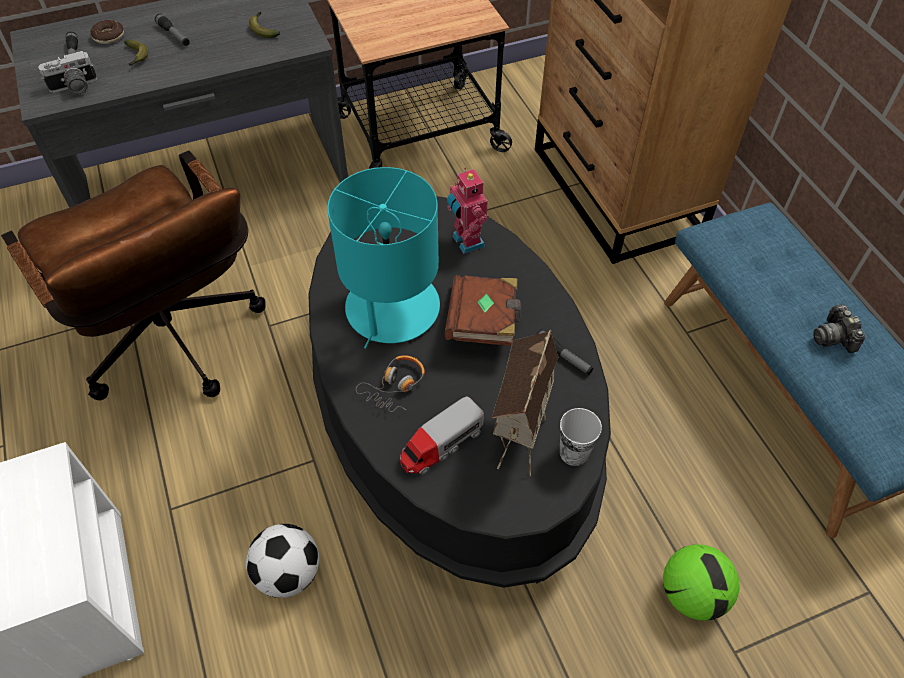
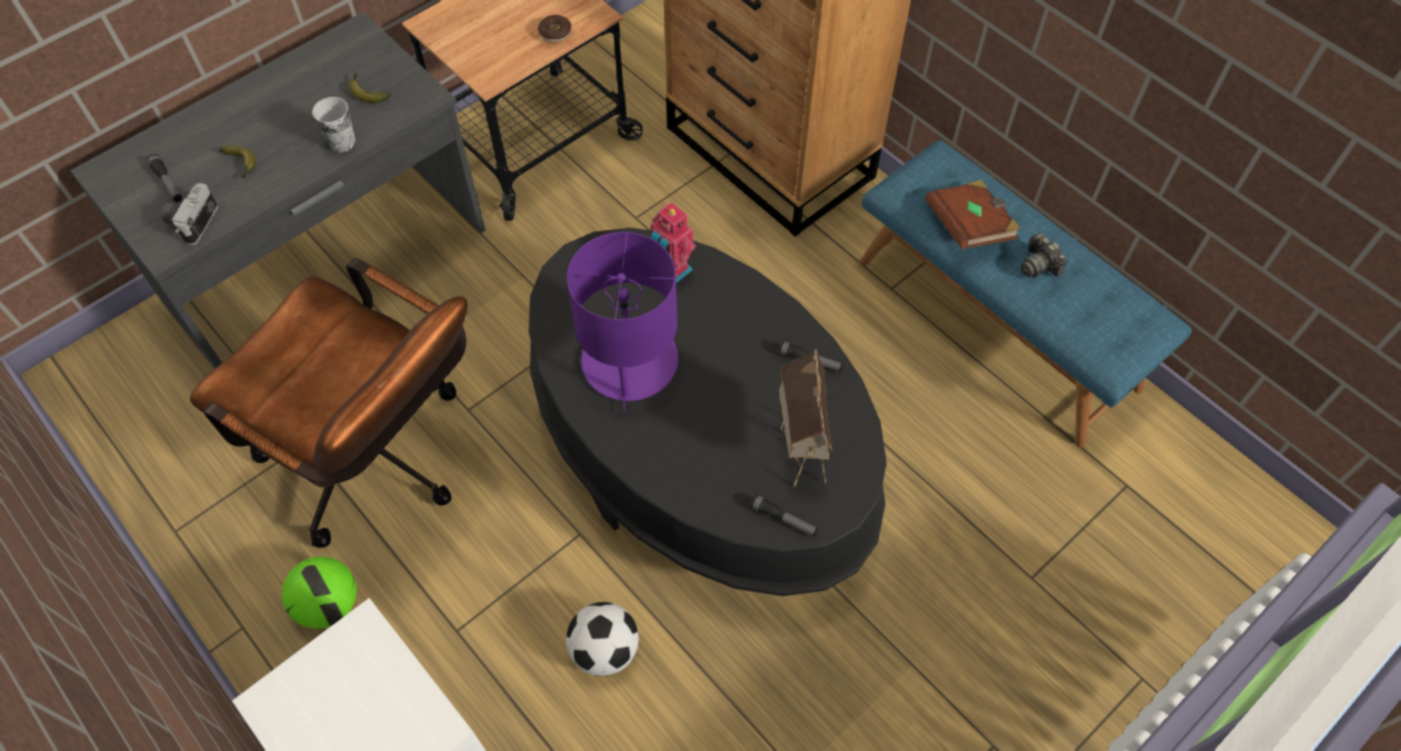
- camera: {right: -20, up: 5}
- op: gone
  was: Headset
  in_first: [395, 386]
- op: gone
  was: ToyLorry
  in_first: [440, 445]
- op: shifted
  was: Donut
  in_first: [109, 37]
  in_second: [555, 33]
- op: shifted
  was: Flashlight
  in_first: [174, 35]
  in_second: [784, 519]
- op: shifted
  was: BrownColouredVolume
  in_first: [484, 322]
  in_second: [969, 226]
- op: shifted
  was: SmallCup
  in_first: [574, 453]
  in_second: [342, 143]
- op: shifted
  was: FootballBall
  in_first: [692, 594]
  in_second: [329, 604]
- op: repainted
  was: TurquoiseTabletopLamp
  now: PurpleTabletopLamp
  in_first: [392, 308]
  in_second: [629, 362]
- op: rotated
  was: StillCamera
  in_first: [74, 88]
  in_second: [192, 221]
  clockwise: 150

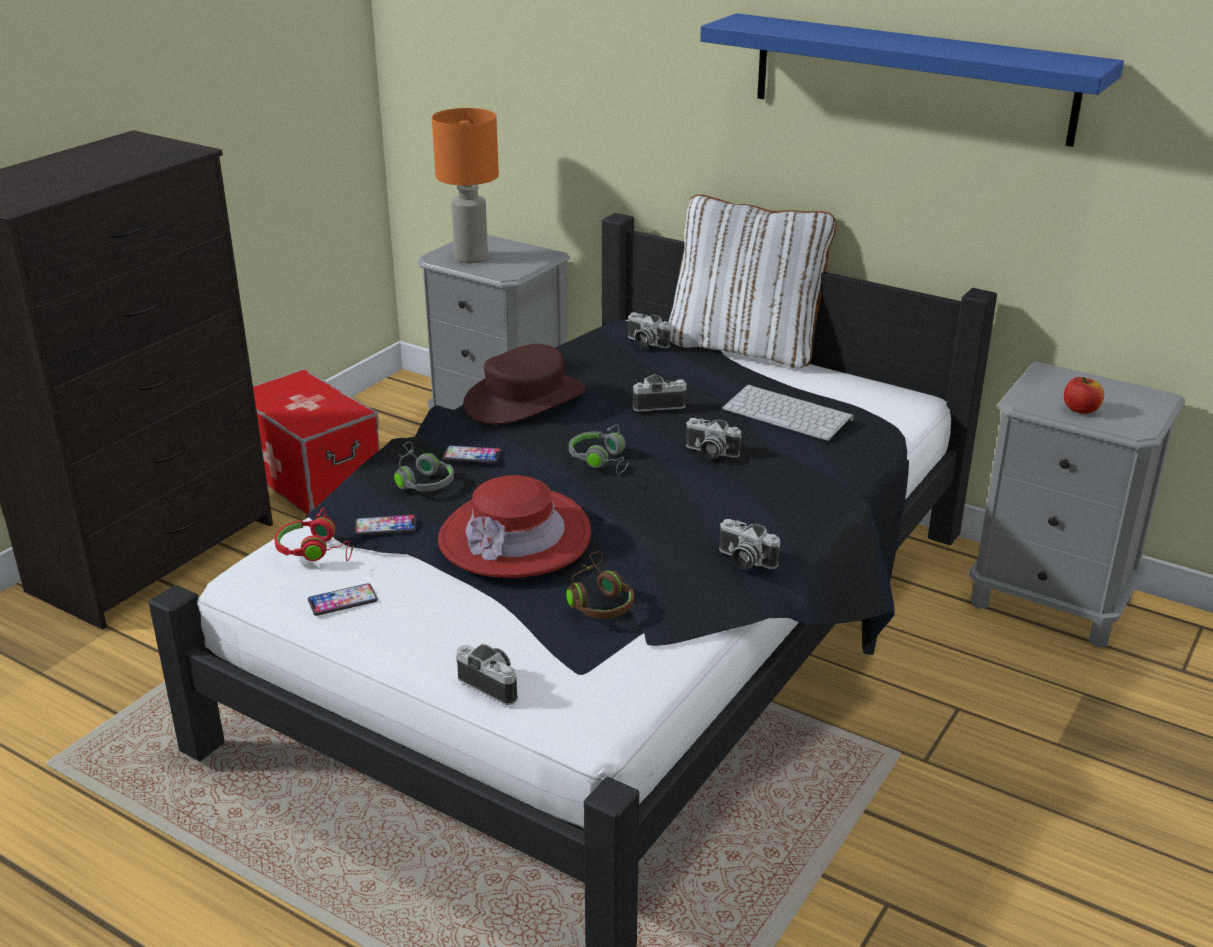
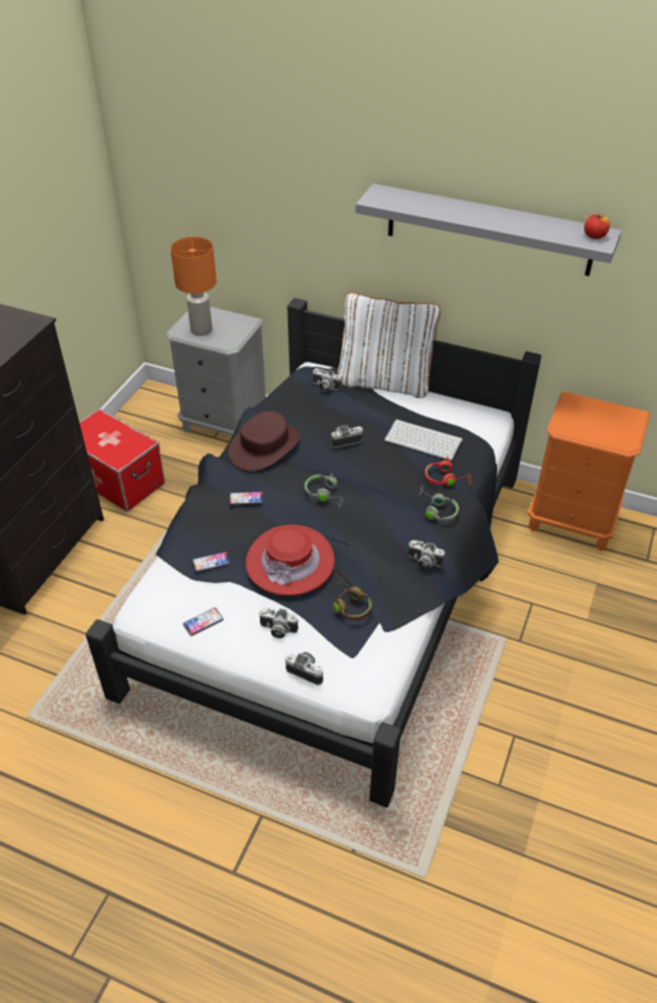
- camera: {right: -10, up: 15}
- op: shifted
  was: RedColouredHeadset
  in_first: [316, 551]
  in_second: [446, 479]
- op: shifted
  was: GreyishHeadset
  in_first: [421, 480]
  in_second: [436, 510]
- op: shifted
  was: StillCamera
  in_first: [710, 452]
  in_second: [277, 630]
- op: shifted
  was: AppleFruit
  in_first: [1080, 409]
  in_second: [594, 236]
- op: repainted
  was: BluishWallShelf
  now: GreyishWallShelf
  in_first: [911, 78]
  in_second: [489, 230]
- op: repainted
  was: GreyishNightTable
  now: OrangeNightTable
  in_first: [1051, 601]
  in_second: [572, 520]

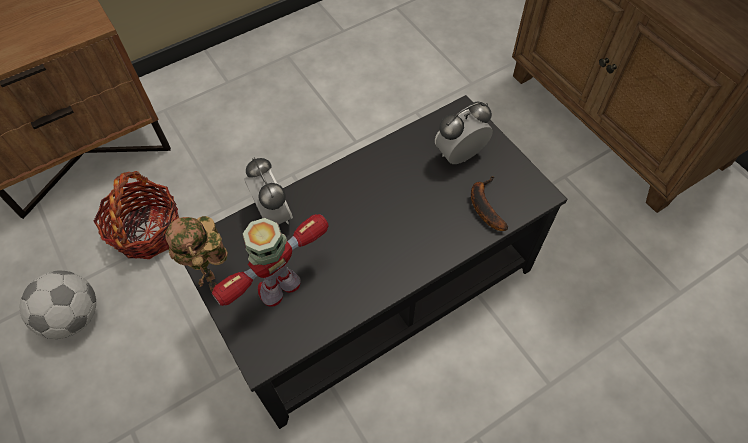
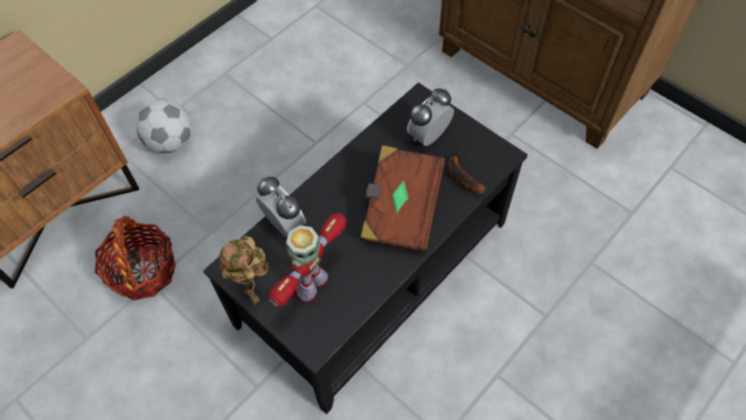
- camera: {right: -15, up: 0}
- op: new
  now: BrownColouredVolume
  in_second: [400, 209]
- op: shifted
  was: FootballBall
  in_first: [74, 317]
  in_second: [171, 142]

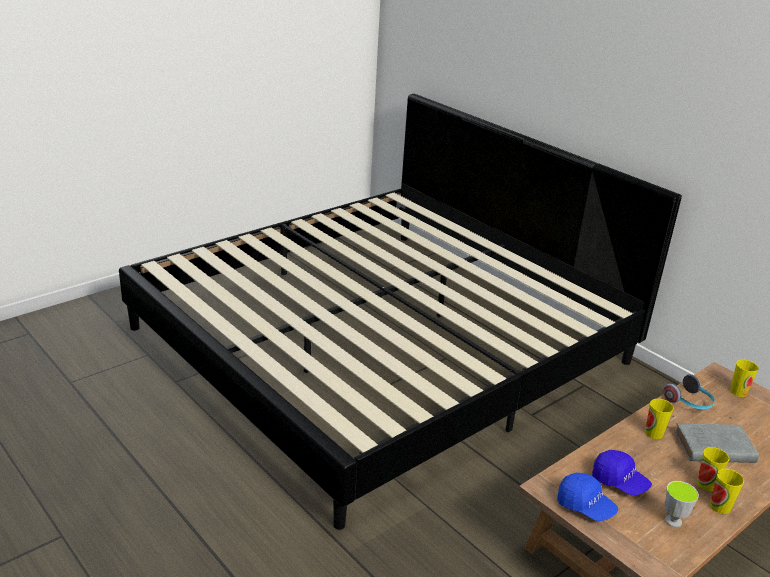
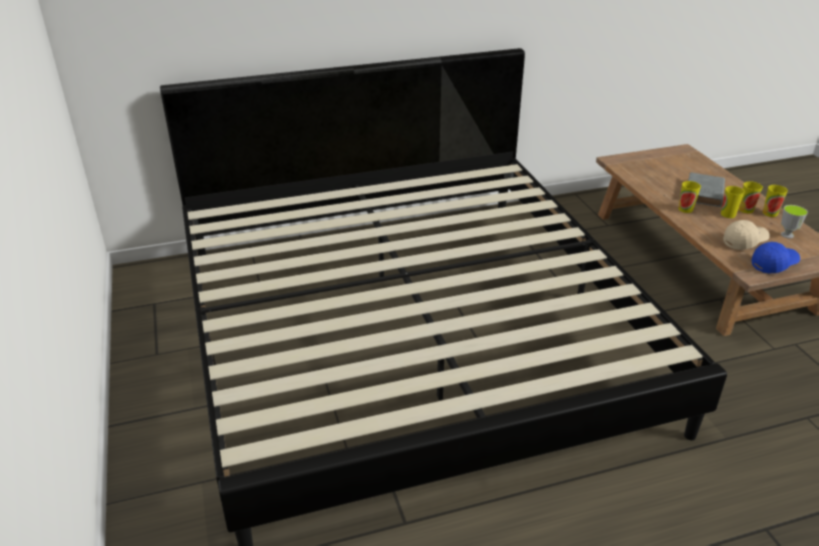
- camera: {right: -65, up: 5}
- op: gone
  was: Headset
  in_first: [689, 402]
- op: shifted
  was: SmallCup
  in_first: [738, 392]
  in_second: [728, 214]
- op: repainted
  was: BluishPeakedCap
  now: BeigePeakedCap
  in_first: [619, 482]
  in_second: [744, 241]

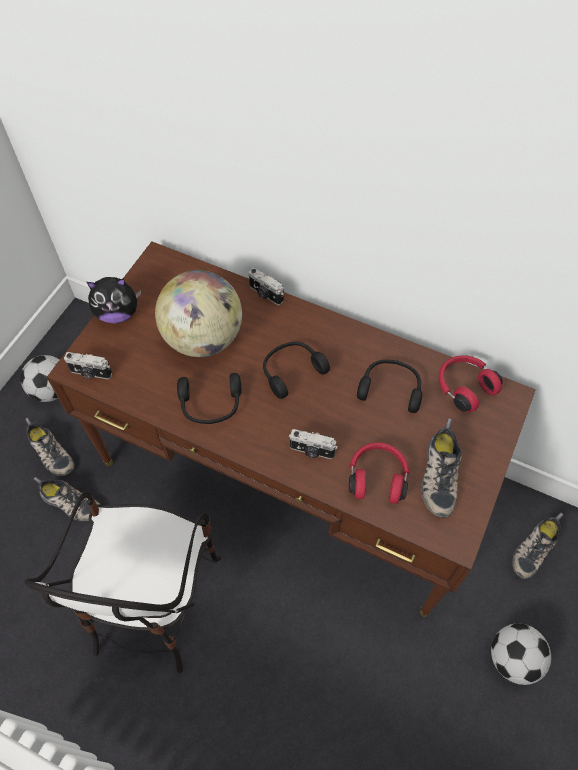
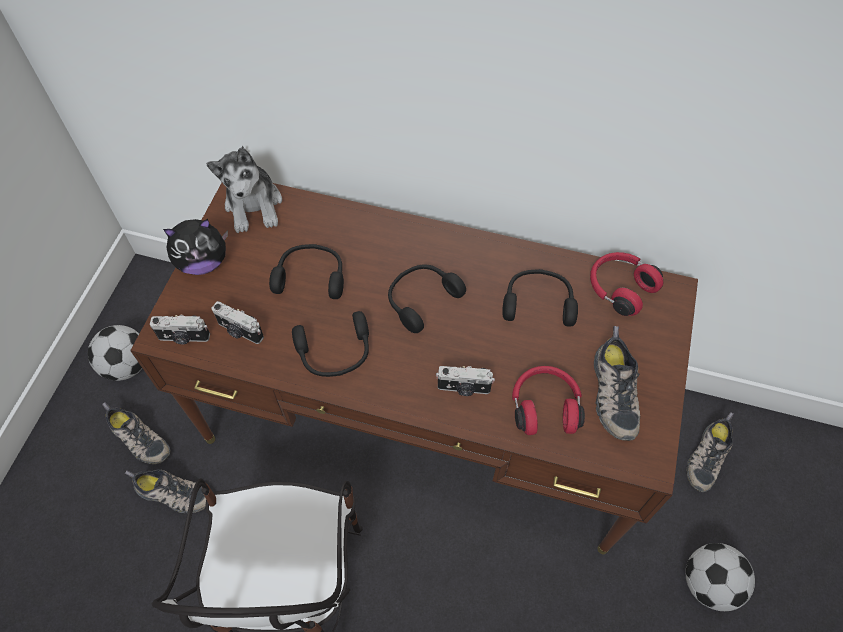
- camera: {right: -10, up: 0}
- op: new
  now: PlushToy
  in_second: [254, 205]
- op: shifted
  was: StillCamera
  in_first: [265, 294]
  in_second: [239, 331]
- op: swapped
  was: Globe
  now: BlackColouredHeadset
  in_first: [203, 338]
  in_second: [311, 276]

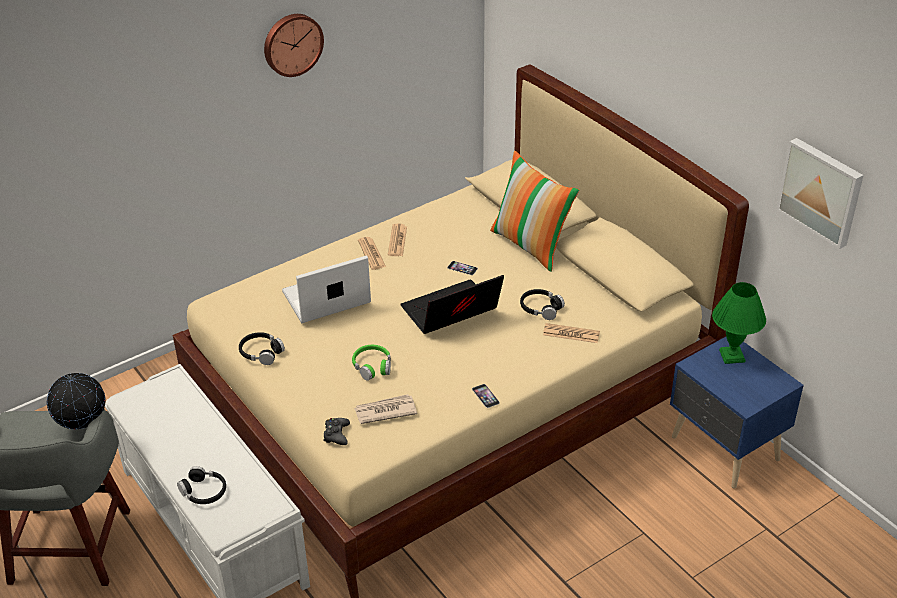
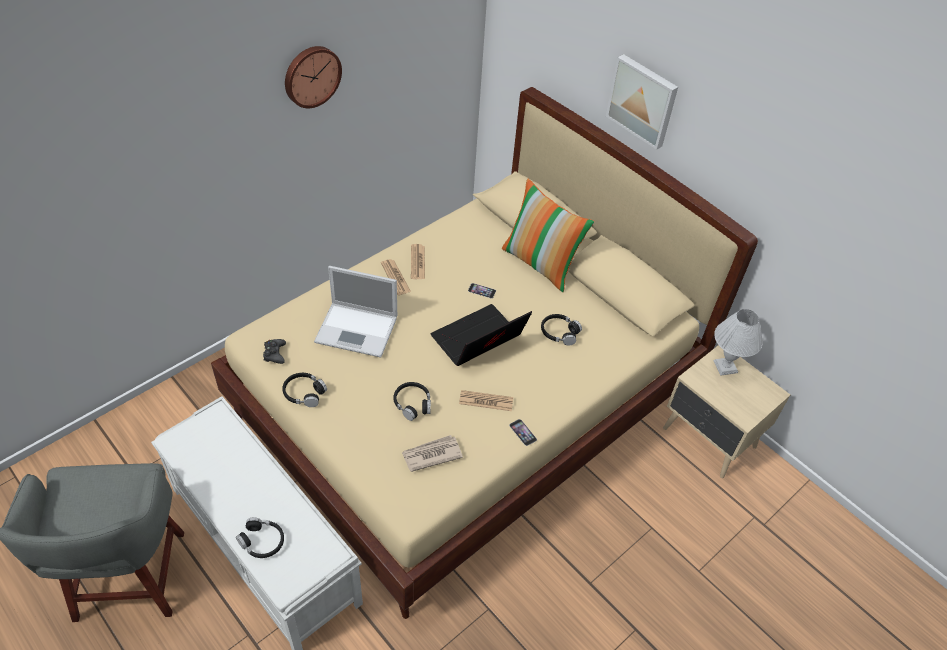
- camera: {right: -10, up: 10}
- op: gone
  was: Globe
  in_first: [83, 427]
- op: shifted
  was: BlackColouredGameController
  in_first: [336, 434]
  in_second: [274, 354]
- op: shifted
  was: Newspaper
  in_first: [571, 334]
  in_second: [486, 401]
- op: shifted
  was: Picture
  in_first: [821, 191]
  in_second: [643, 100]
- op: repainted
  was: GreenColouredHeadset
  now: BlackColouredHeadset
  in_first: [372, 366]
  in_second: [413, 404]
- op: repainted
  was: BluishNightTable
  now: BeigeNightTable
  in_first: [724, 450]
  in_second: [709, 439]
- op: repainted
  was: GreenColouredTabletopLamp
  now: WhitishTabletopLamp
  in_first: [732, 355]
  in_second: [725, 366]
- op: rotated
  was: Laptop
  in_first: [325, 298]
  in_second: [358, 330]
  clockwise: -135

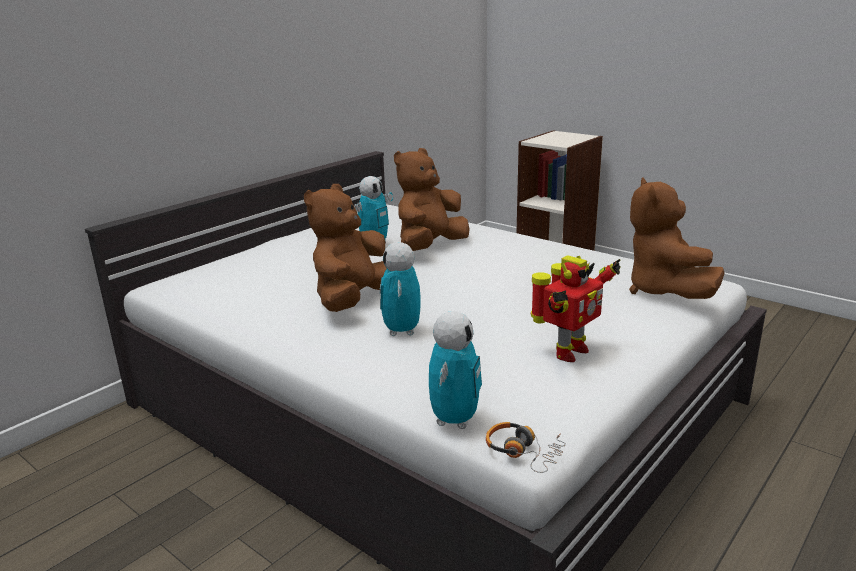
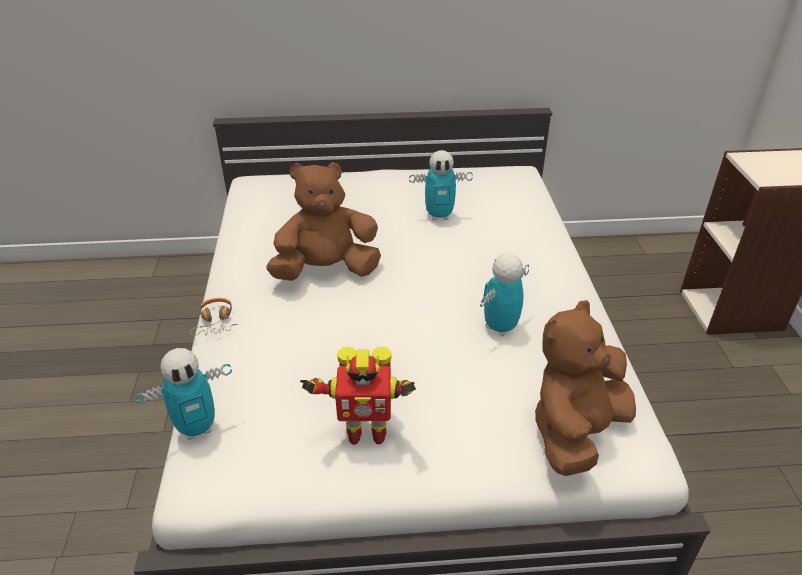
- camera: {right: 45, up: 15}
- op: gone
  was: BrownColouredPlushToy
  in_first: [430, 247]
- op: shifted
  was: ToyRobot
  in_first: [401, 331]
  in_second: [500, 327]
- op: shifted
  was: Headset
  in_first: [524, 452]
  in_second: [216, 321]

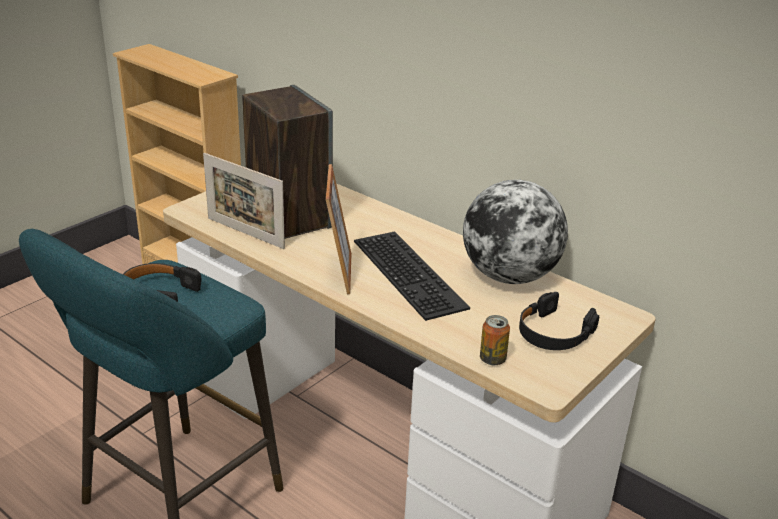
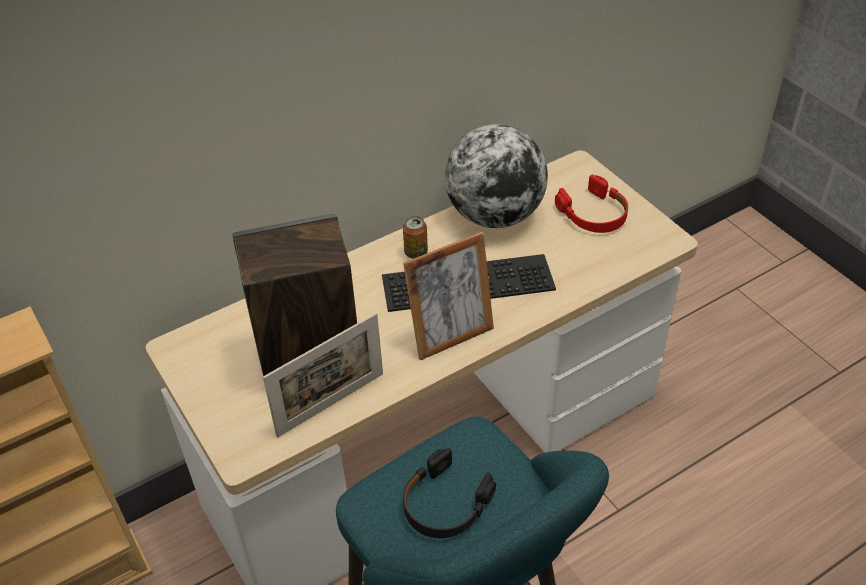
- camera: {right: -70, up: 15}
- op: shifted
  was: Can
  in_first: [492, 359]
  in_second: [416, 252]
- op: repainted
  was: BlackColouredHeadset
  now: RedColouredHeadset
  in_first: [553, 333]
  in_second: [594, 214]
- op: rotated
  was: StandingFrame
  in_first: [339, 273]
  in_second: [451, 336]
  clockwise: 135

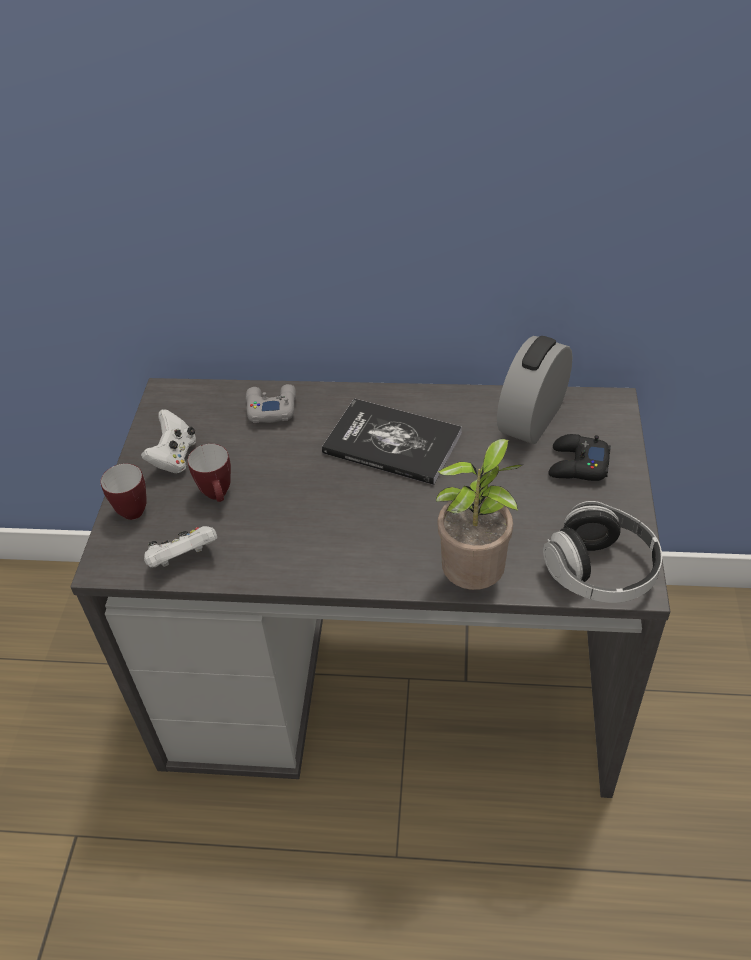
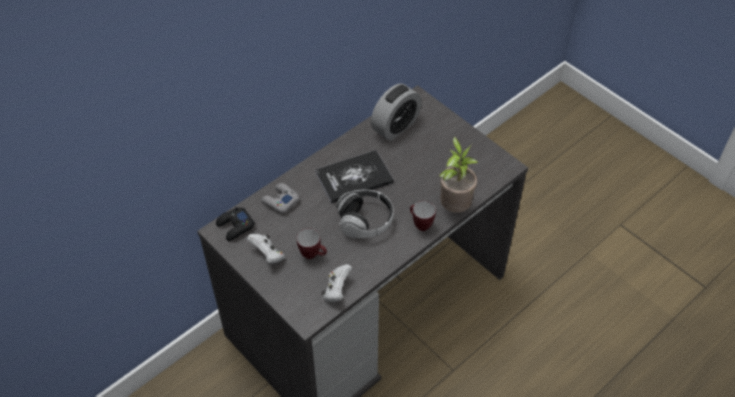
- camera: {right: -50, up: 5}
- op: shifted
  was: Mug
  in_first: [134, 507]
  in_second: [420, 224]
- op: shifted
  was: Headset
  in_first: [600, 571]
  in_second: [365, 221]
- op: shifted
  was: BlackColouredGameController
  in_first: [577, 465]
  in_second: [235, 226]
- op: rotated
  was: BedsideClock
  in_first: [532, 419]
  in_second: [395, 127]
  clockwise: -120

